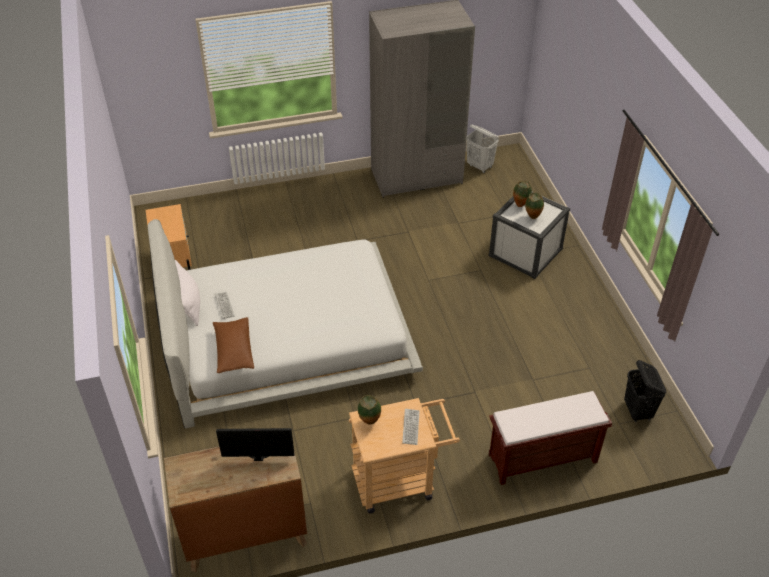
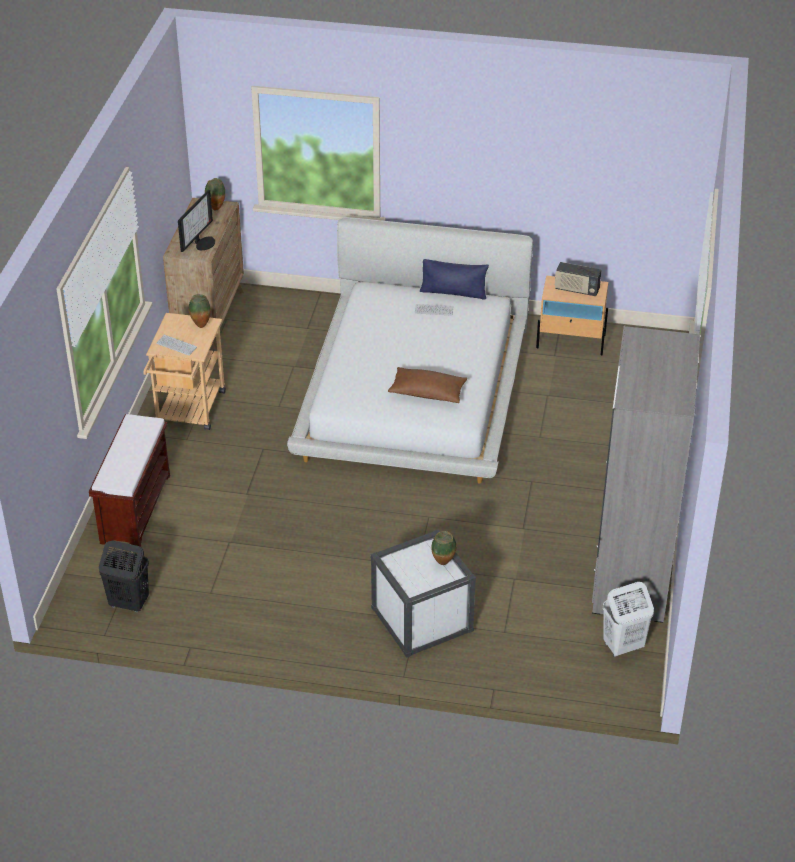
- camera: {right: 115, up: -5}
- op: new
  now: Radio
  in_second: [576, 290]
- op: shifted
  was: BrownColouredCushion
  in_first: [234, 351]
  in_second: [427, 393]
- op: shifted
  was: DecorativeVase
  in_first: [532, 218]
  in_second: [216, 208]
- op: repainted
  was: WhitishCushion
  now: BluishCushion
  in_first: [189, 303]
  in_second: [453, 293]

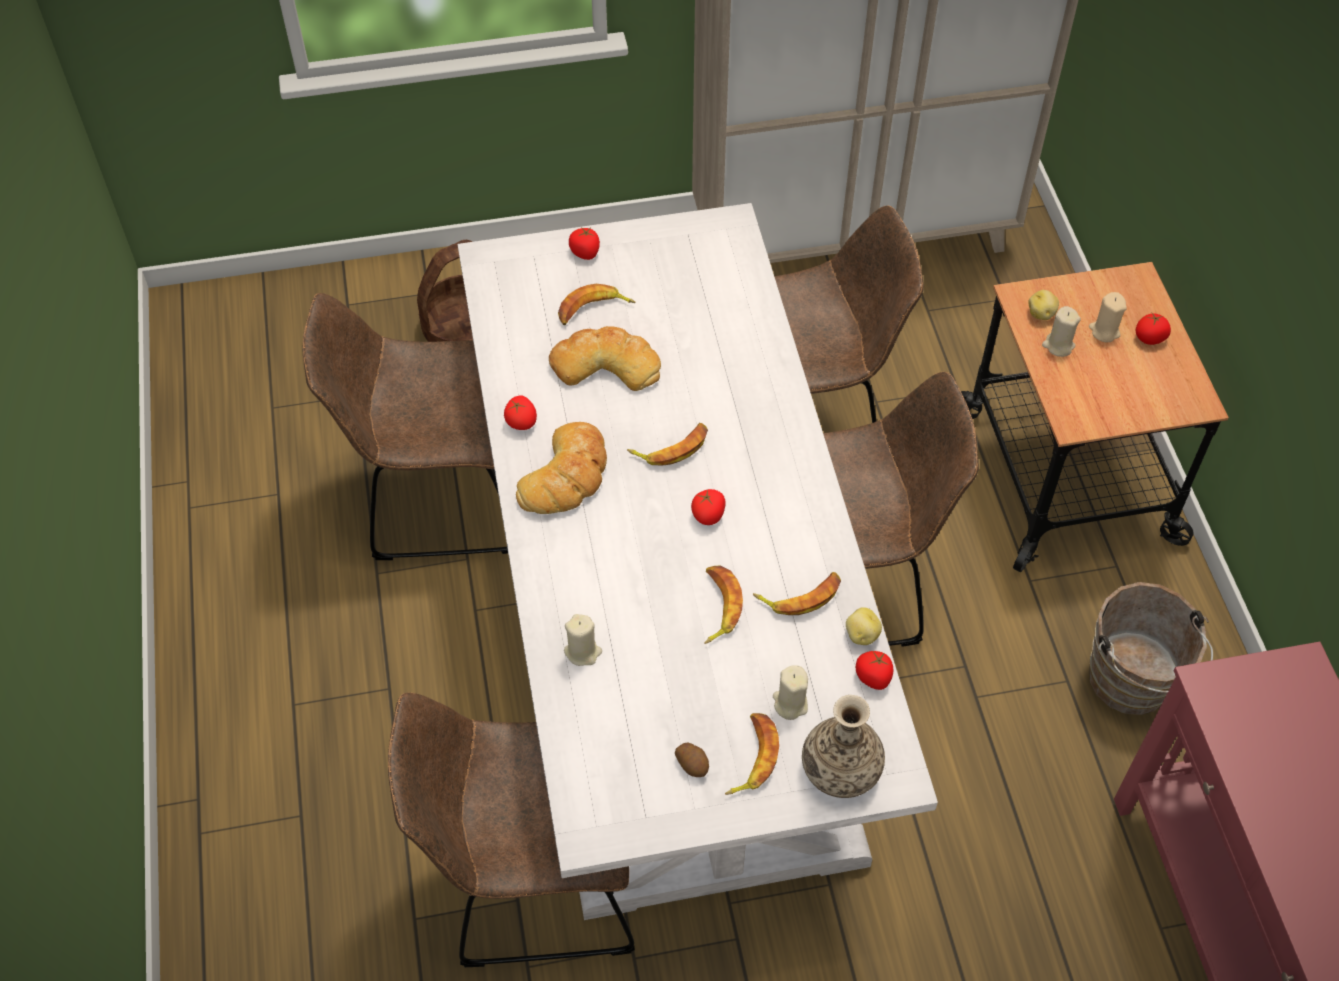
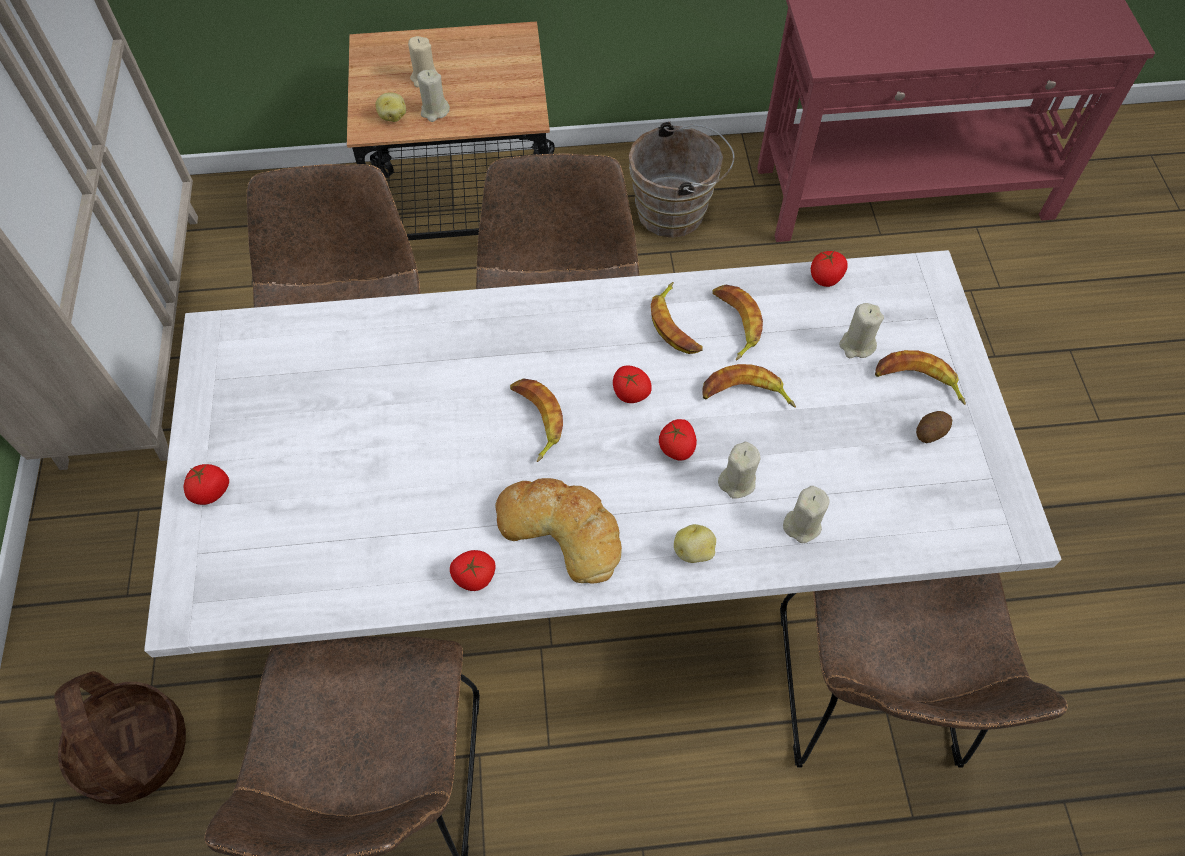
- camera: {right: -85, up: 5}
- op: gone
  was: Bread
  in_first: [606, 364]
- op: gone
  was: DecorativeVase
  in_first: [840, 769]
- op: new
  now: BeigeWaxLight
  in_second: [737, 481]
- op: shifted
  was: Banana
  in_first: [593, 310]
  in_second: [676, 324]
- op: shifted
  was: Potato
  in_first: [861, 635]
  in_second: [694, 551]
- op: shifted
  was: Tomato
  in_first: [1150, 338]
  in_second: [677, 447]

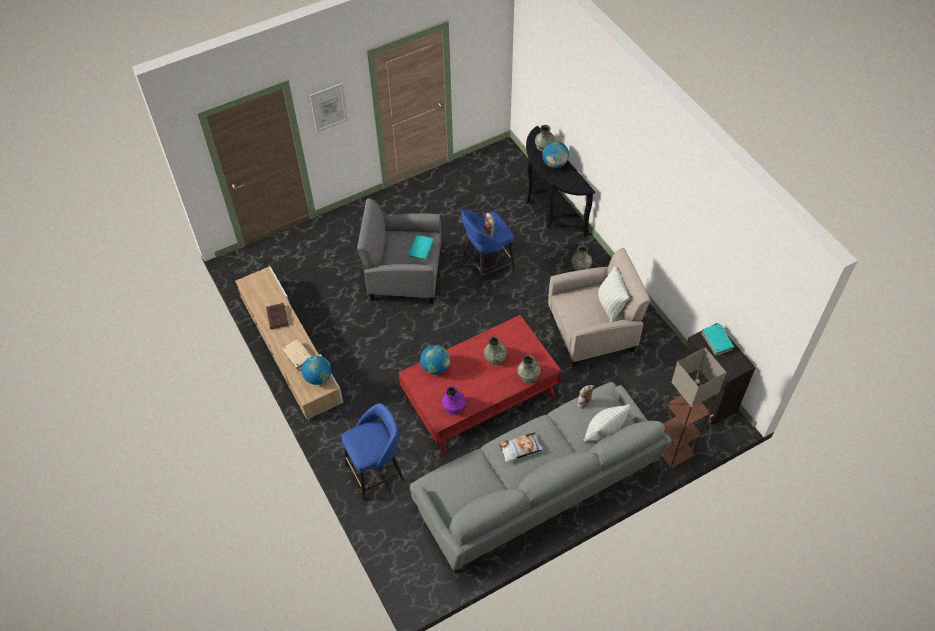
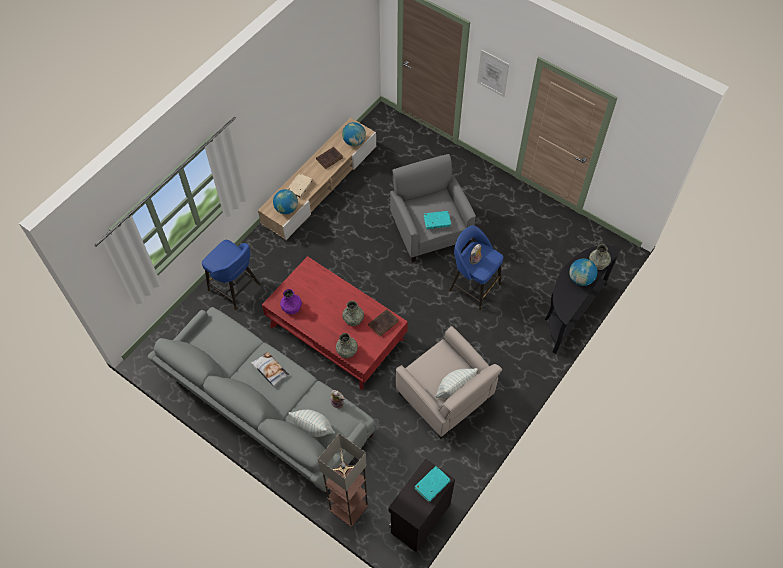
- camera: {right: 65, up: 5}
- op: gone
  was: GreyishDecorativeVase
  in_first: [581, 266]
- op: new
  now: BrownColouredVolume
  in_second: [384, 323]
- op: shifted
  was: Globe
  in_first: [435, 367]
  in_second: [354, 141]

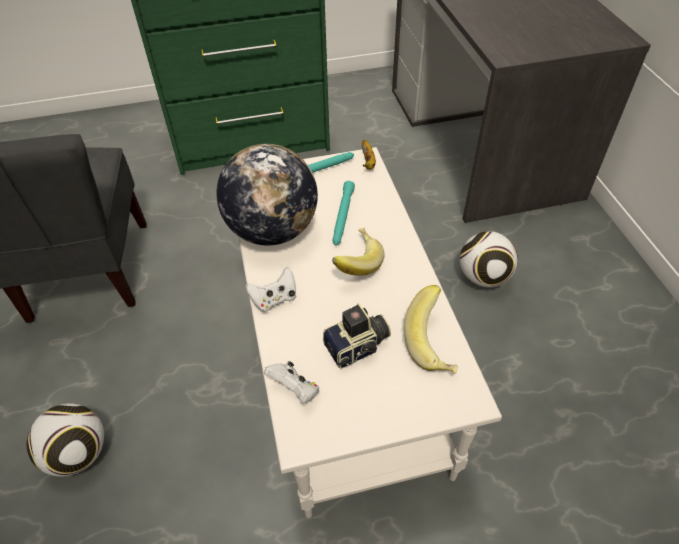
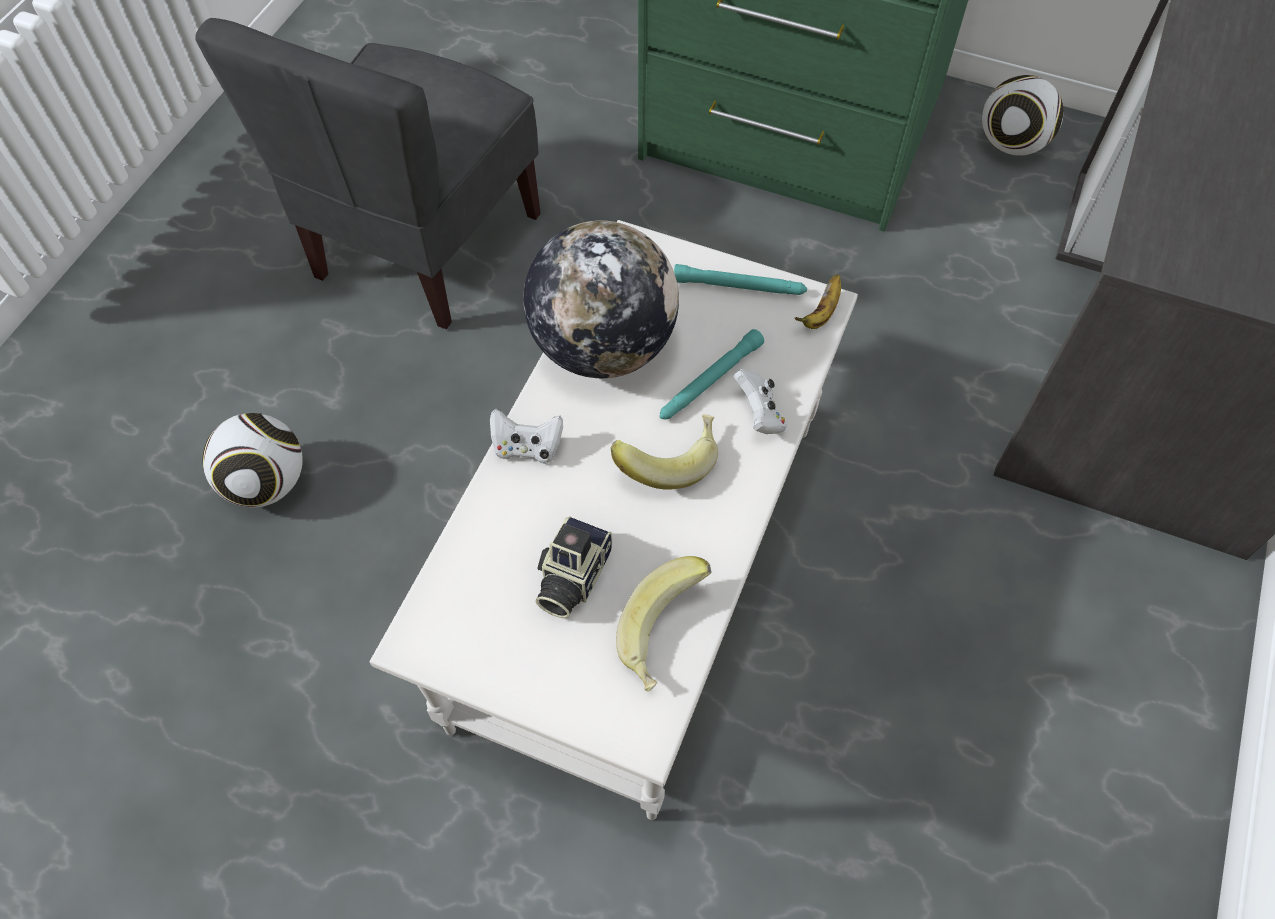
- camera: {right: 35, up: 10}
- op: shifted
  was: WhitishGameController
  in_first: [295, 389]
  in_second: [759, 415]
- op: shifted
  was: FootballBall
  in_first: [484, 277]
  in_second: [1011, 145]
- op: rotated
  was: StillCamera
  in_first: [358, 348]
  in_second: [571, 577]
  clockwise: 105

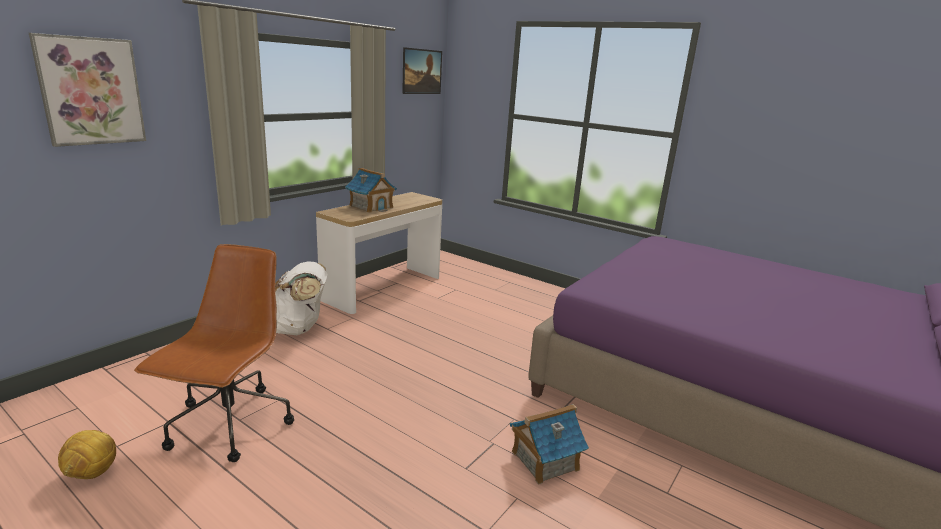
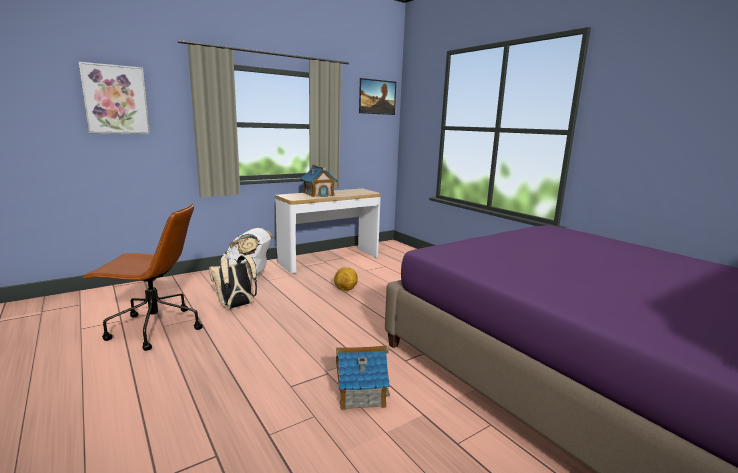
- camera: {right: 20, up: -5}
- op: new
  now: BeigeKnapsack
  in_second: [236, 306]
- op: shifted
  was: FootballBall
  in_first: [92, 474]
  in_second: [345, 290]
- op: rotated
  was: BrownColouredComputerChair
  in_first: [229, 426]
  in_second: [154, 328]
  clockwise: 60

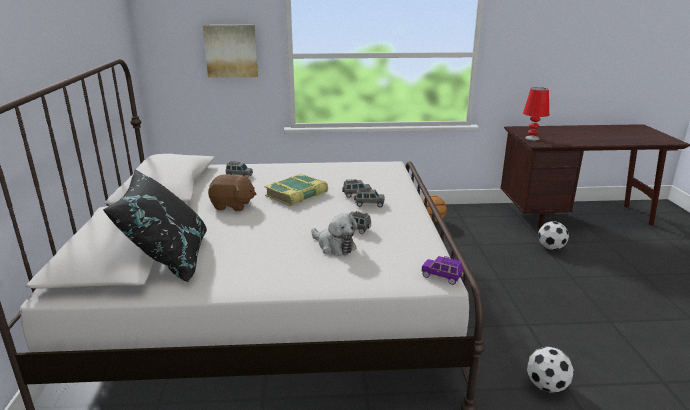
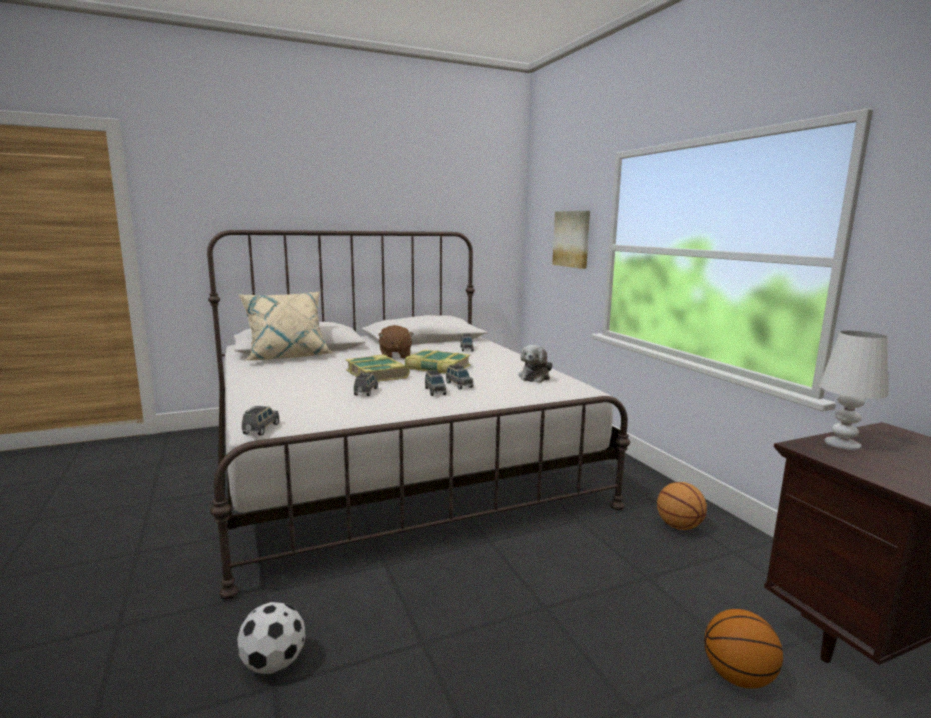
- camera: {right: 70, up: -10}
- op: new
  now: Volume
  in_second: [377, 374]
- op: shifted
  was: PlushToy
  in_first: [334, 246]
  in_second: [535, 377]
- op: swapped
  was: FootballBall
  now: BasketballBall
  in_first: [551, 248]
  in_second: [738, 677]
- op: repainted
  was: BlackColouredCushion
  now: BeigeCushion
  in_first: [168, 259]
  in_second: [287, 356]
- op: repainted
  was: PurpleToyCar
  now: GreyishToyCar
  in_first: [442, 277]
  in_second: [261, 429]
- op: repainted
  was: RedColouredTabletopLamp
  now: WhitishTabletopLamp
  in_first: [532, 138]
  in_second: [842, 443]

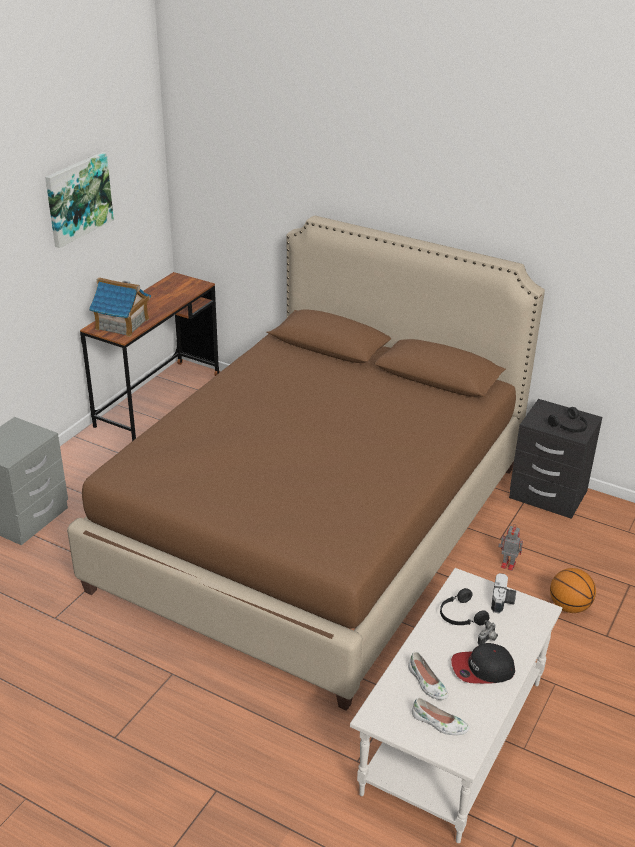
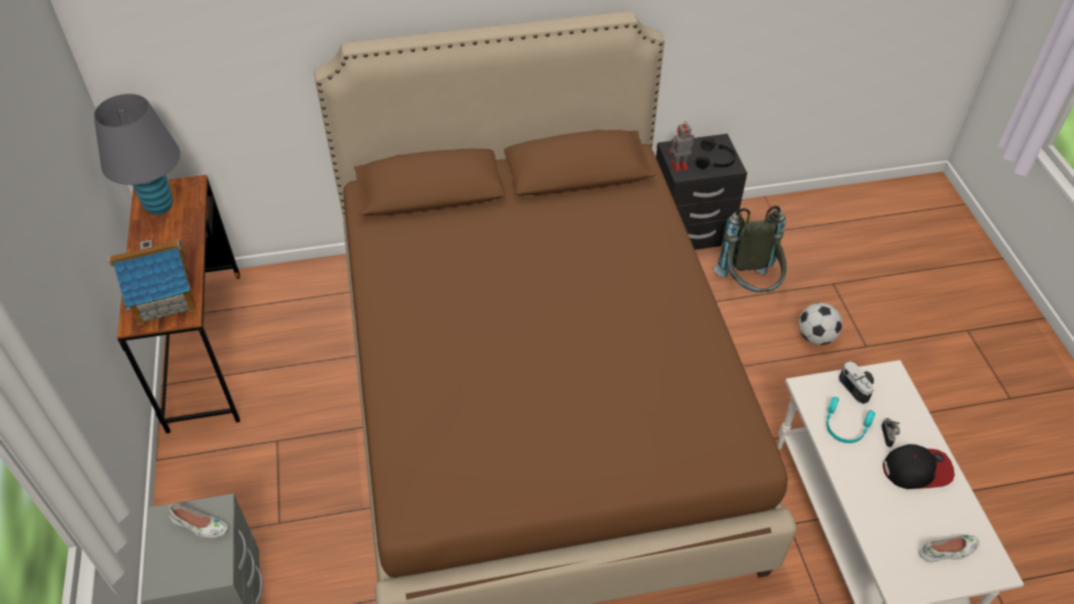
- camera: {right: -40, up: 15}
- op: gone
  was: Picture
  in_first: [78, 198]
- op: new
  now: GreyishTabletopLamp
  in_second: [159, 206]
- op: new
  now: GreyishKnapsack
  in_second: [749, 287]
- op: shifted
  was: WhitishShoe
  in_first: [427, 683]
  in_second: [199, 525]
- op: shifted
  was: ToyRobot
  in_first: [507, 564]
  in_second: [678, 165]
- op: swapped
  was: BasketballBall
  now: FootballBall
  in_first: [569, 607]
  in_second: [816, 337]
- op: repainted
  was: BlackColouredHeadset
  now: TurquoiseHeadset
  in_first: [460, 615]
  in_second: [845, 427]
- op: rotated
  was: PeakedCap
  in_first: [482, 669]
  in_second: [917, 469]
  clockwise: -135

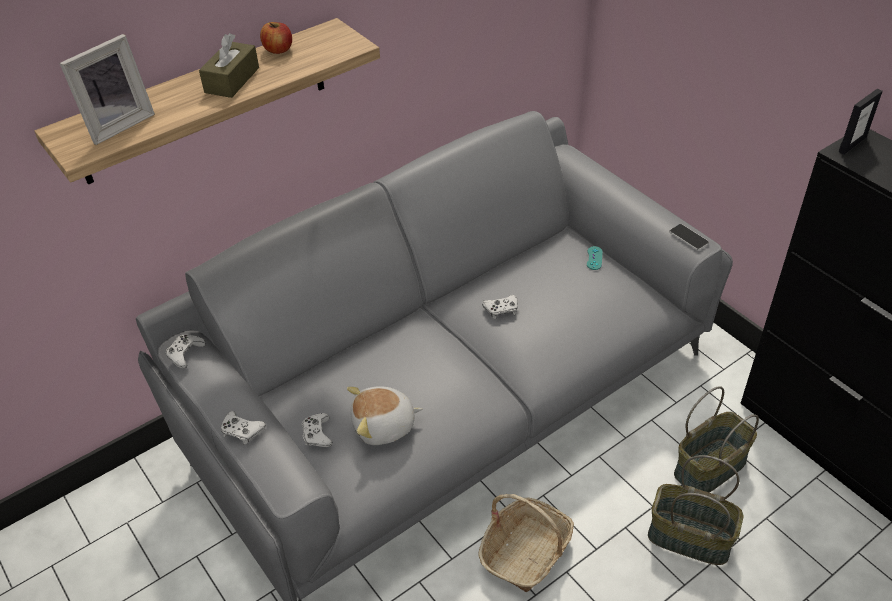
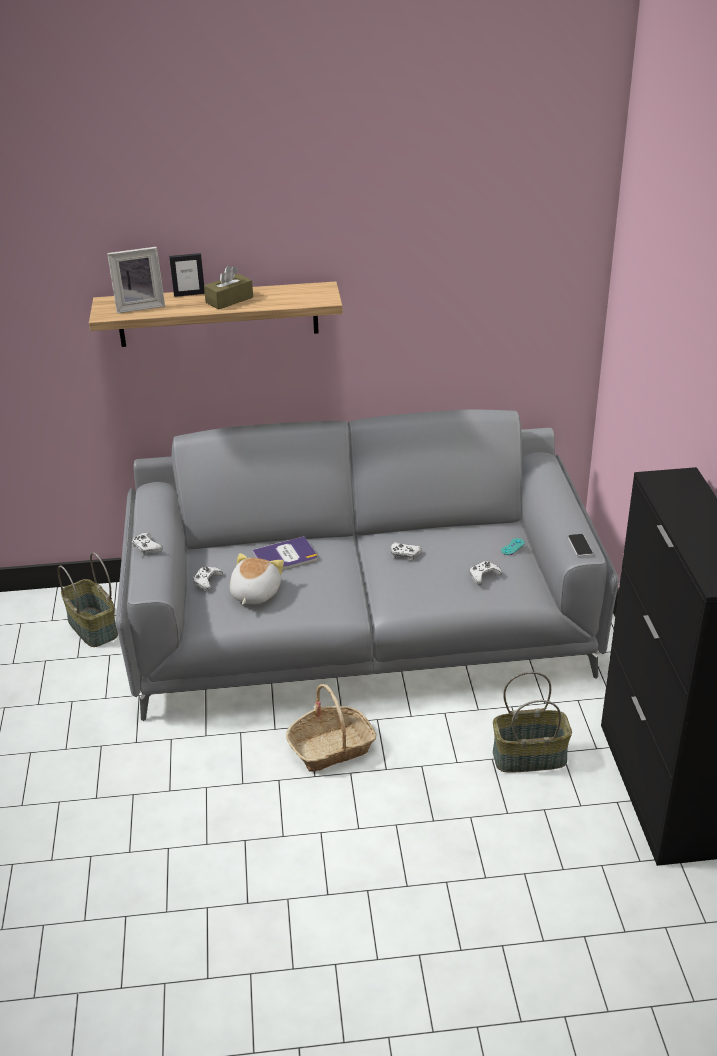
- camera: {right: 30, up: -10}
- op: gone
  was: AppleFruit
  in_first: [278, 50]
- op: new
  now: Volume
  in_second: [285, 556]
- op: shifted
  was: WhitishGameController
  in_first: [185, 353]
  in_second: [483, 575]
- op: shifted
  was: Basket
  in_first: [688, 538]
  in_second: [91, 627]
- op: shifted
  was: StandingFrame
  in_first: [852, 144]
  in_second: [189, 294]
- op: rotated
  was: PlushToy
  in_first: [384, 426]
  in_second: [254, 593]
  clockwise: 90

